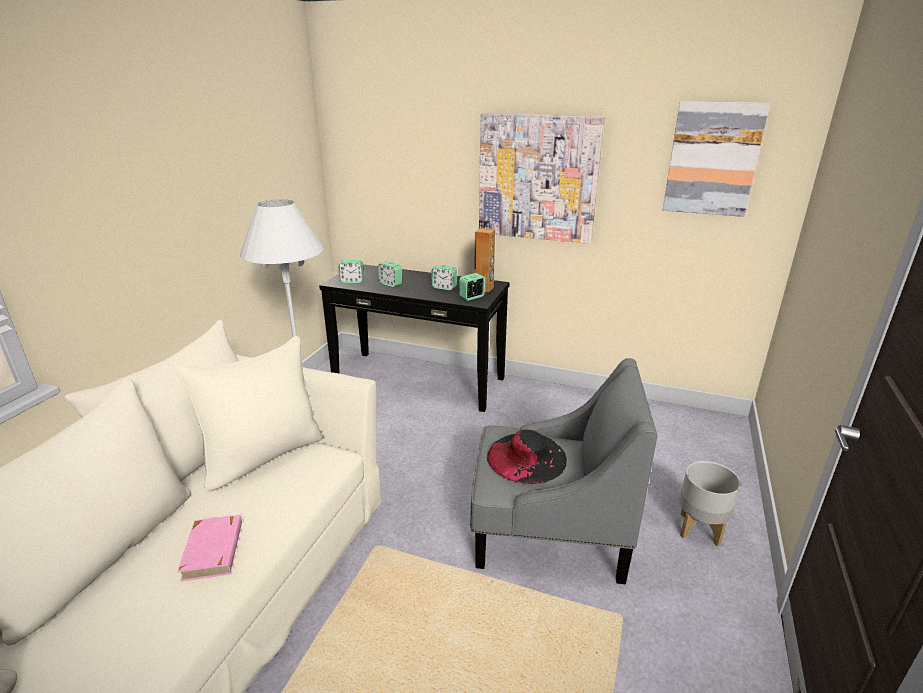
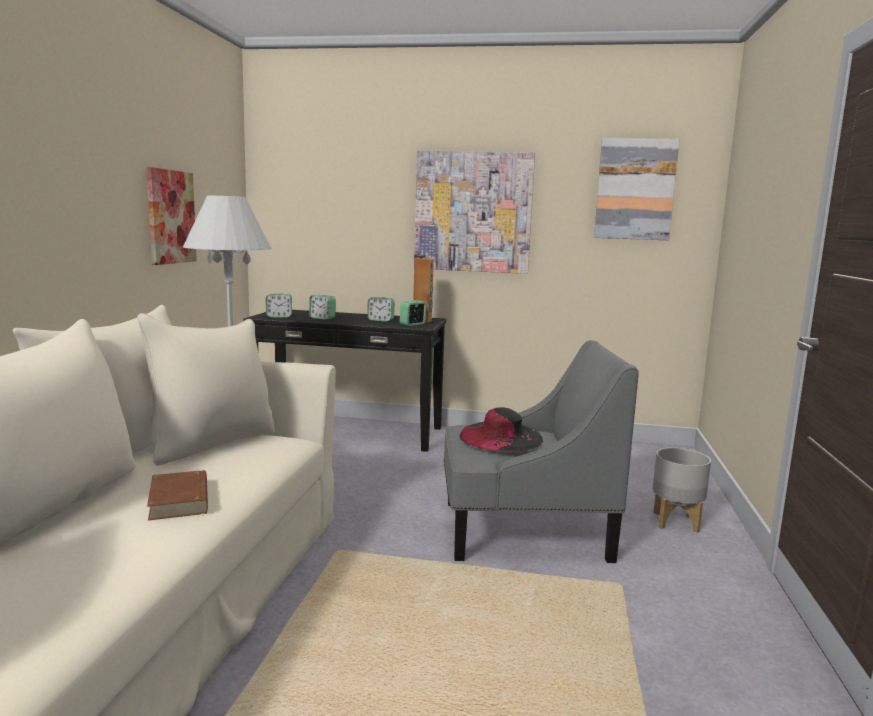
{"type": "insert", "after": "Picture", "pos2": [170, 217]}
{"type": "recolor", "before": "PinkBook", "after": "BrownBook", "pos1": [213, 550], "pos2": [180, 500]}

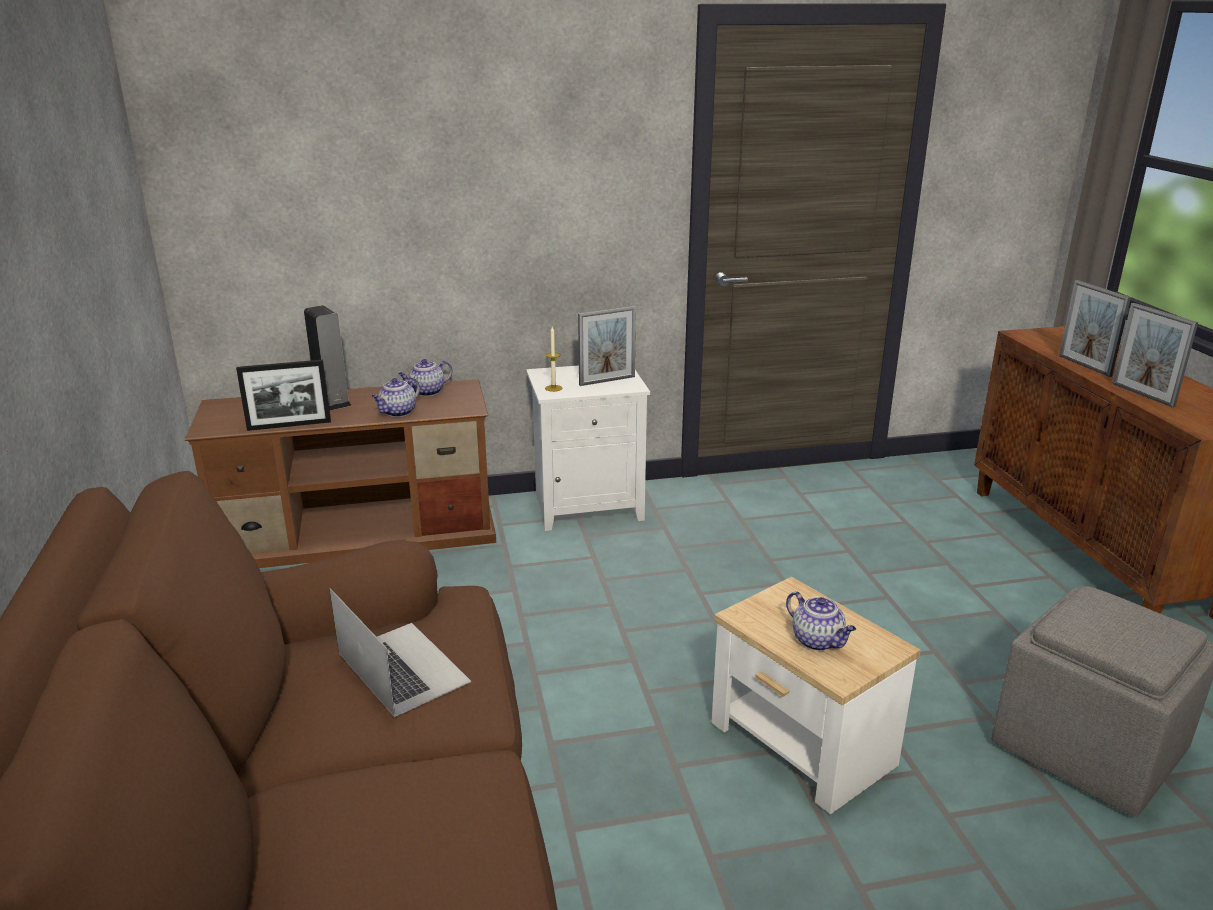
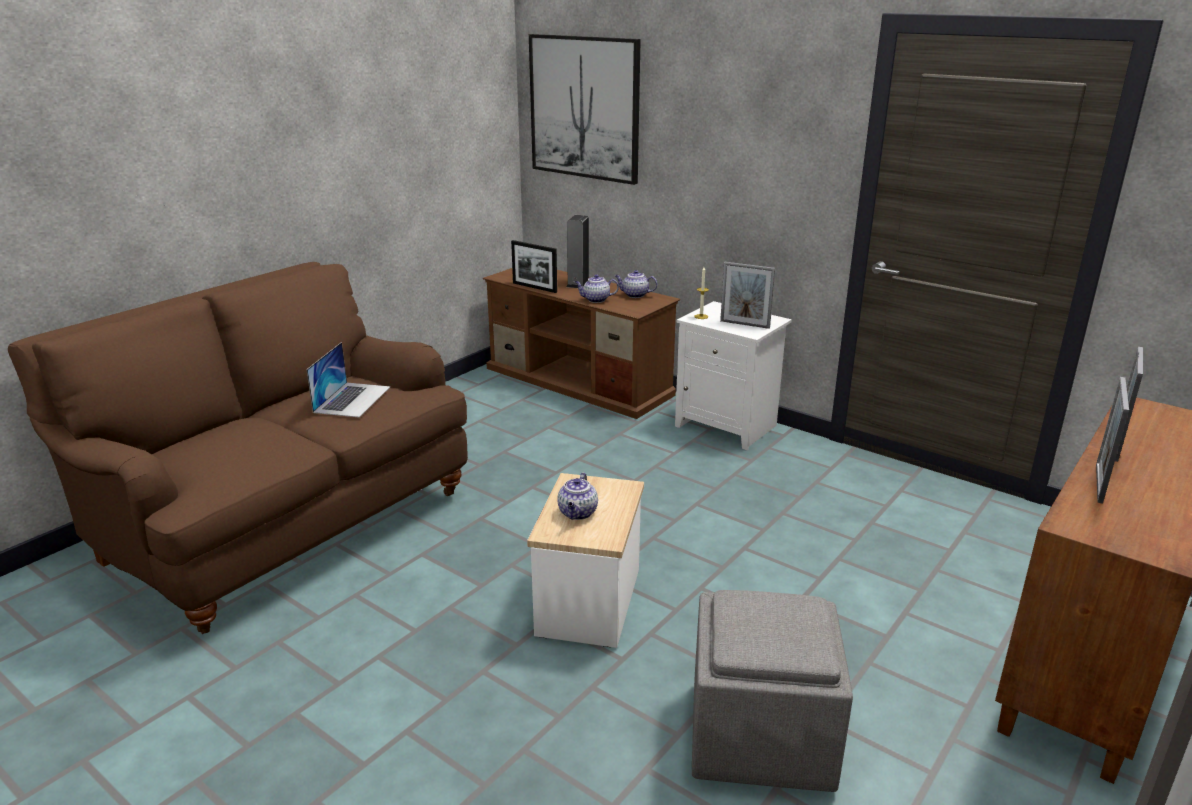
{"type": "insert", "after": "Picture", "pos2": [584, 108]}

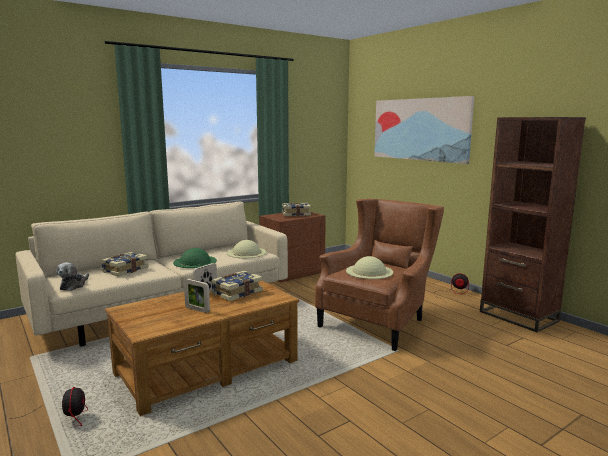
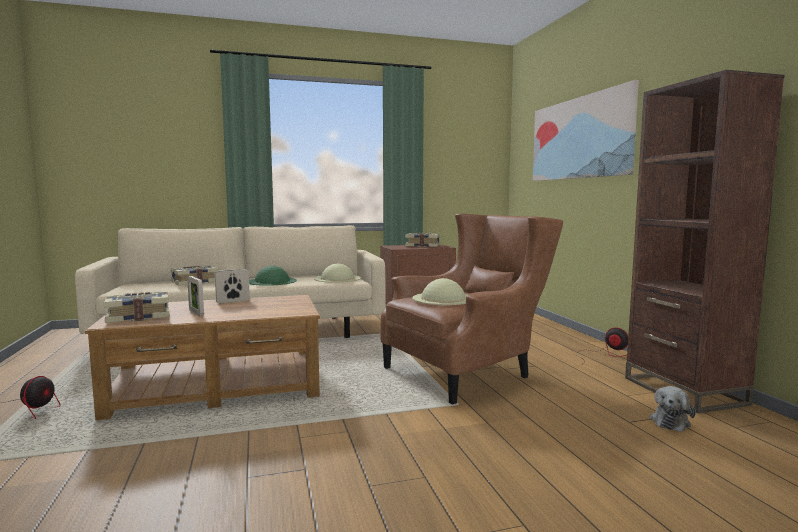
{"type": "move", "before": "Book", "pos1": [236, 292], "pos2": [138, 316]}
{"type": "move", "before": "PlushToy", "pos1": [73, 285], "pos2": [670, 421]}

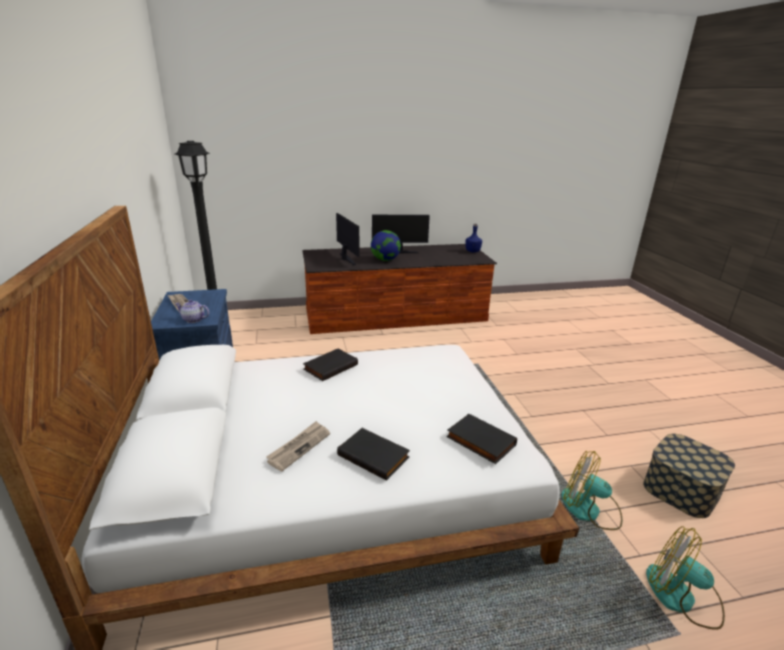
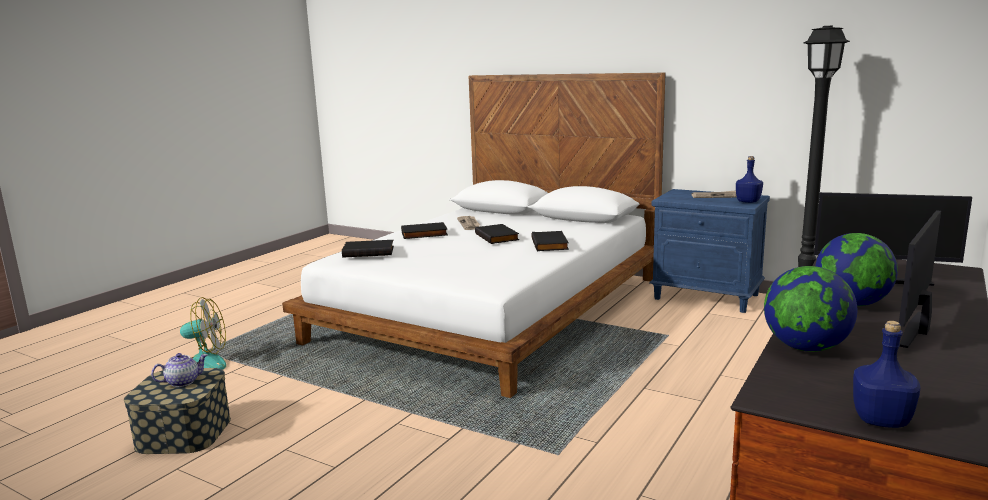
{"type": "move", "before": "Teapot", "pos1": [193, 320], "pos2": [183, 382]}
{"type": "insert", "after": "BlackBook", "pos2": [498, 237]}
{"type": "insert", "after": "BlueBottle", "pos2": [748, 201]}
{"type": "insert", "after": "Globe", "pos2": [805, 348]}
{"type": "delete", "before": "Fan", "pos1": [589, 510]}

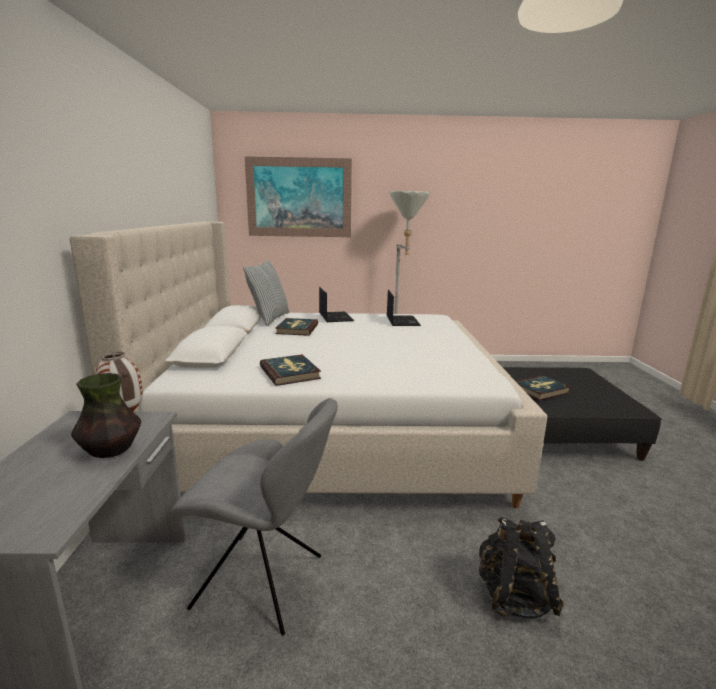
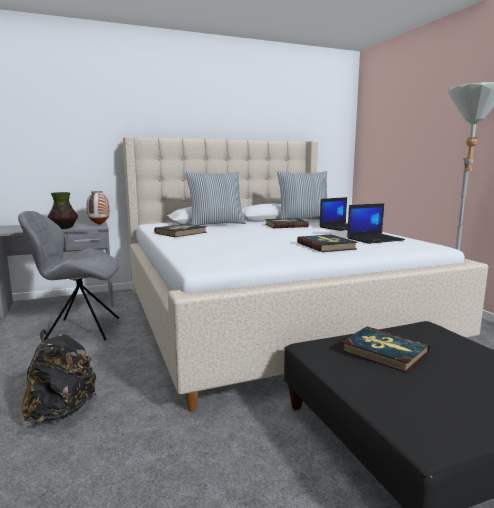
{"type": "rotate", "before": "GreyChair", "pos1": [263, 582], "pos2": [80, 329], "turn": 90}
{"type": "insert", "after": "Pillow", "pos2": [216, 224]}
{"type": "insert", "after": "Book", "pos2": [326, 246]}
{"type": "delete", "before": "Picture", "pos1": [299, 197]}

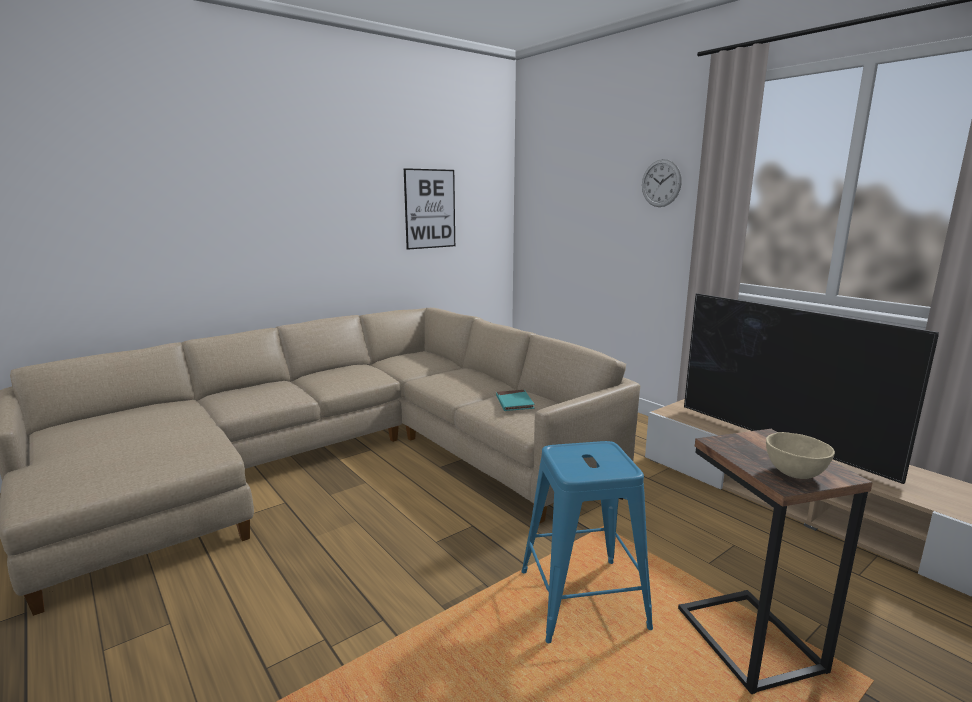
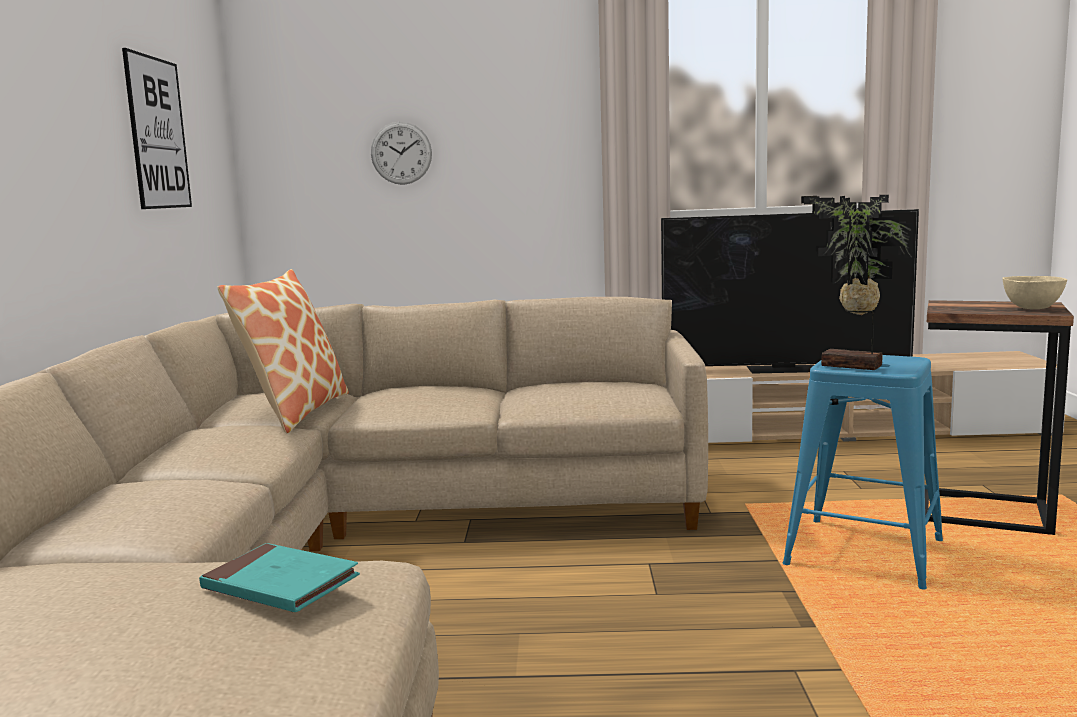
{"type": "move", "before": "TurquoiseBook", "pos1": [514, 403], "pos2": [280, 584]}
{"type": "insert", "after": "Pillow", "pos2": [295, 412]}
{"type": "move", "before": "WallClock", "pos1": [661, 183], "pos2": [401, 153]}
{"type": "insert", "after": "PottedPlant", "pos2": [851, 366]}

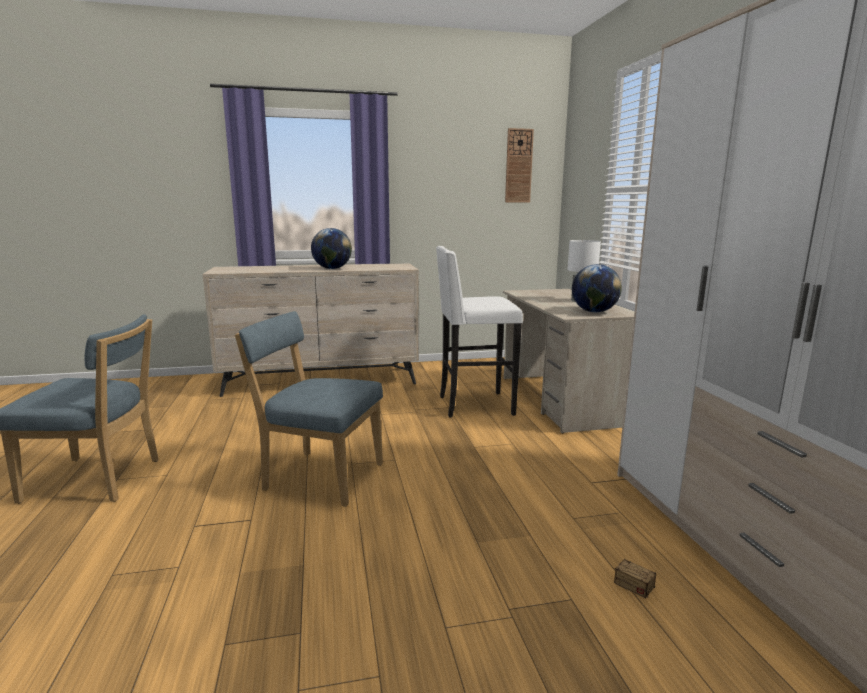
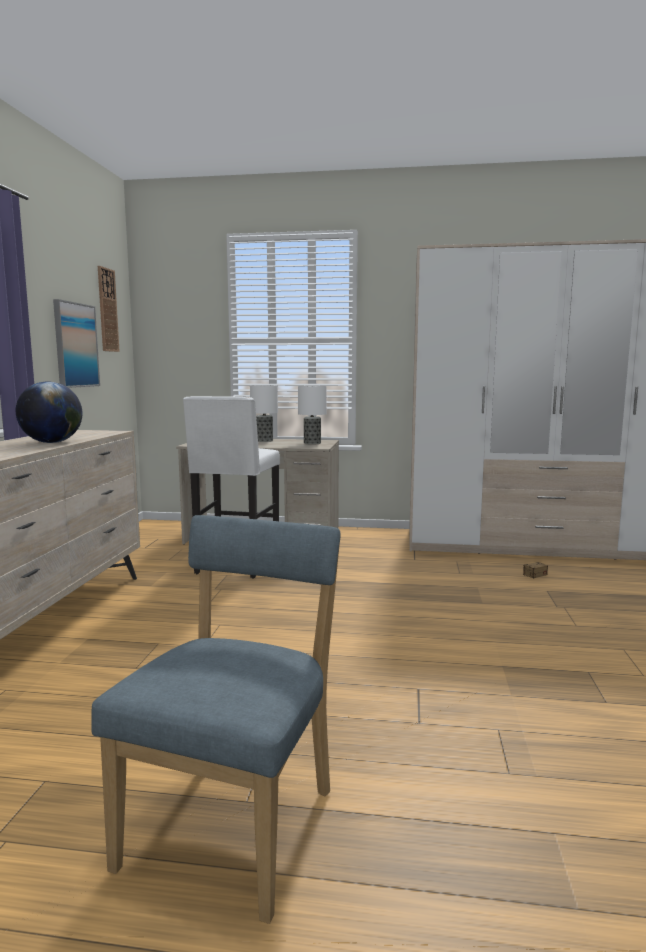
{"type": "insert", "after": "Picture", "pos2": [75, 345]}
{"type": "replace", "before": "Globe", "after": "TableLamp", "pos1": [594, 312], "pos2": [311, 443]}
{"type": "delete", "before": "BlueChair", "pos1": [319, 476]}

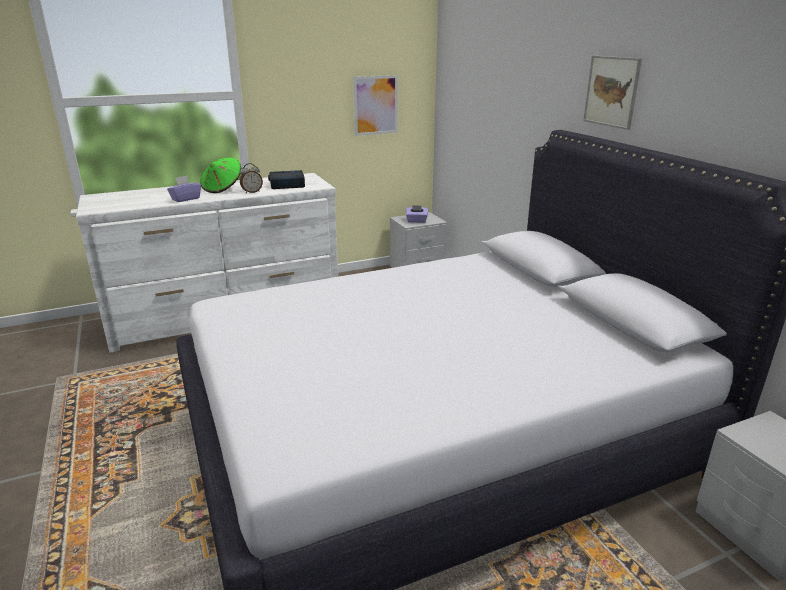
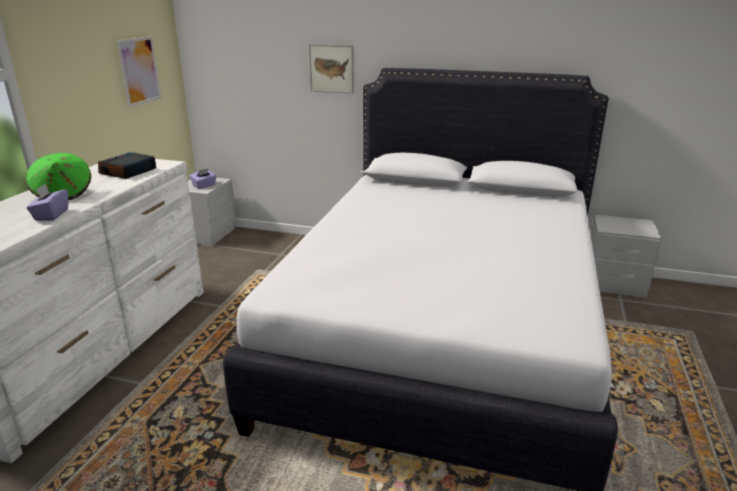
{"type": "move", "before": "Picture", "pos1": [611, 91], "pos2": [331, 68]}
{"type": "delete", "before": "AlarmClock", "pos1": [252, 192]}

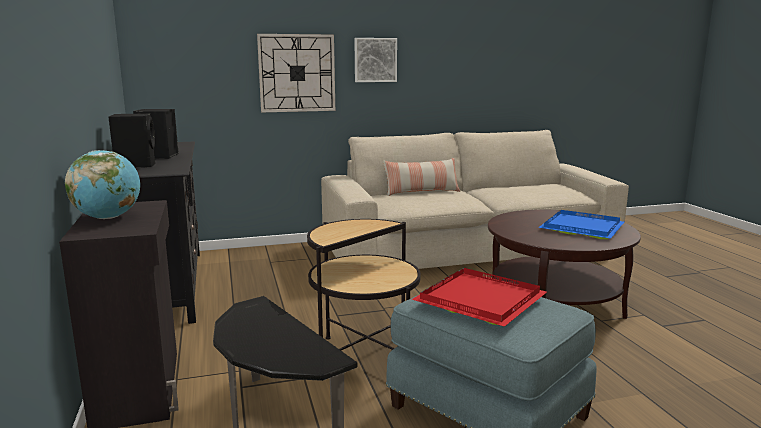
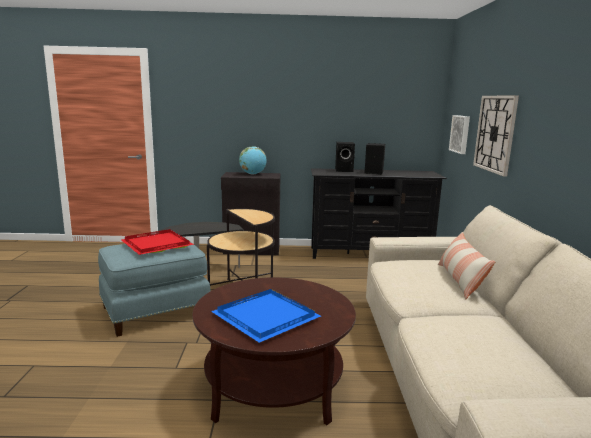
{"type": "move", "before": "Picture", "pos1": [375, 60], "pos2": [460, 134]}

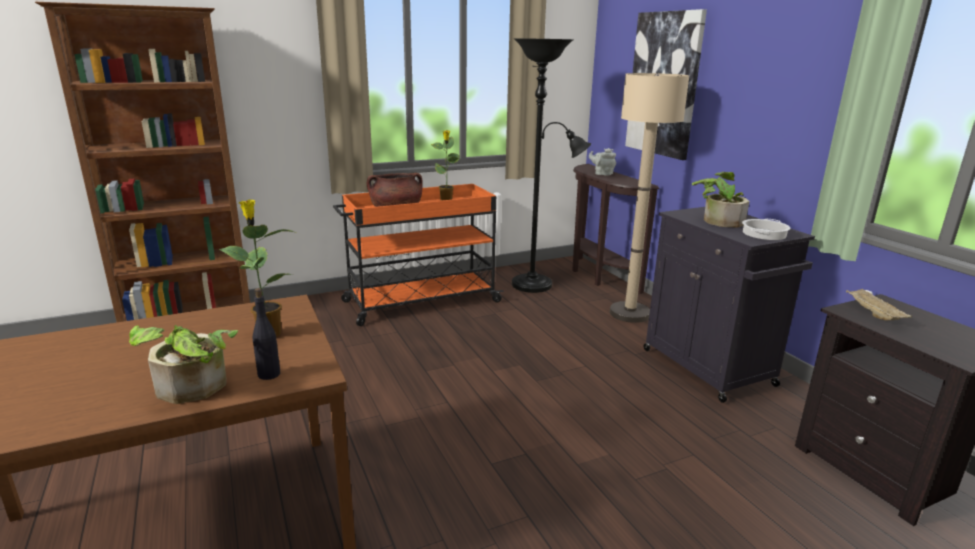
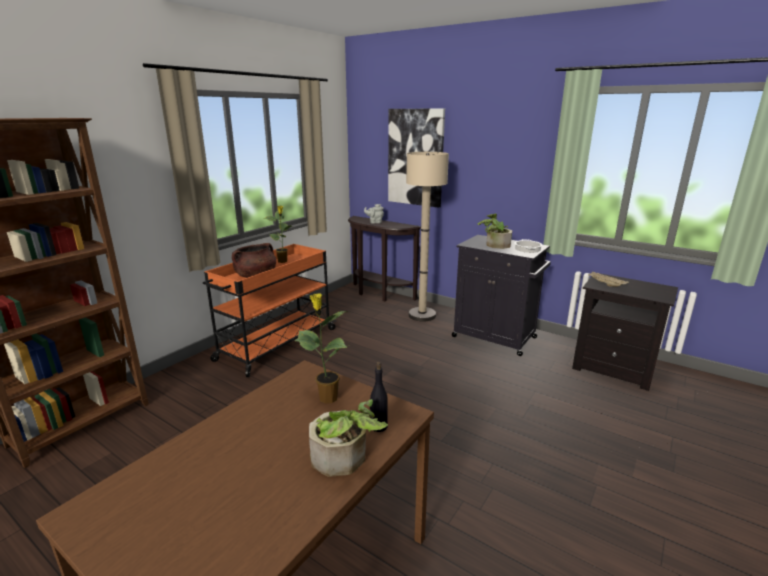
{"type": "delete", "before": "BlackFloorLamp", "pos1": [537, 285]}

